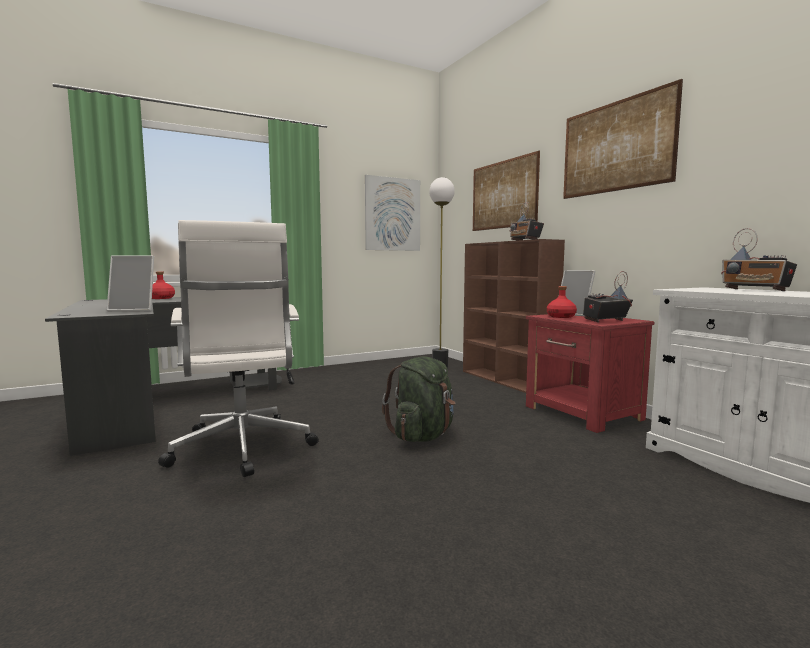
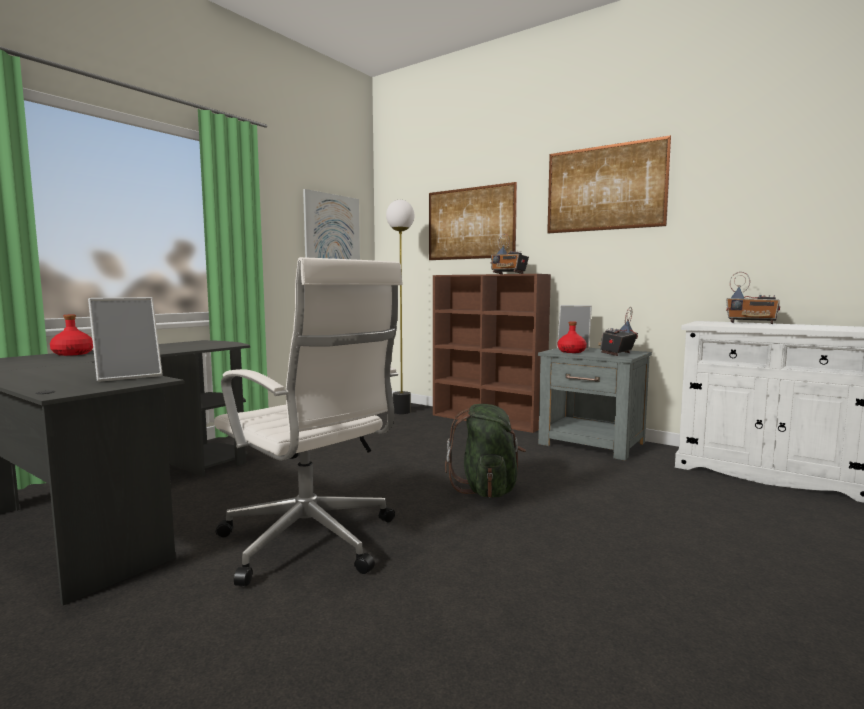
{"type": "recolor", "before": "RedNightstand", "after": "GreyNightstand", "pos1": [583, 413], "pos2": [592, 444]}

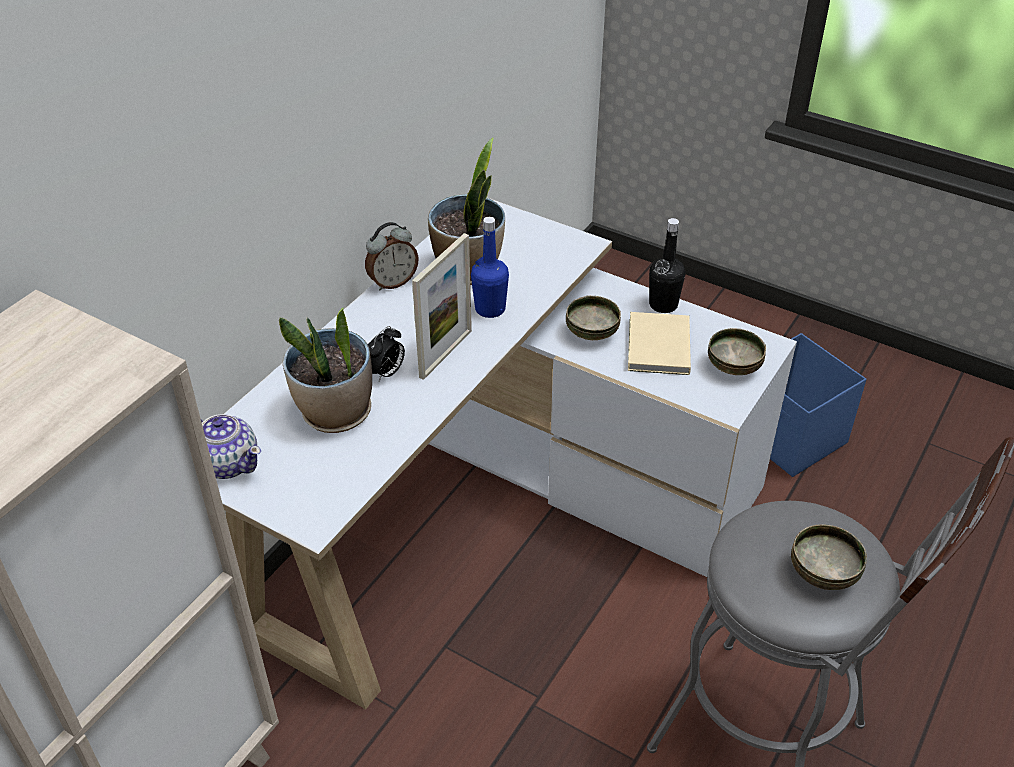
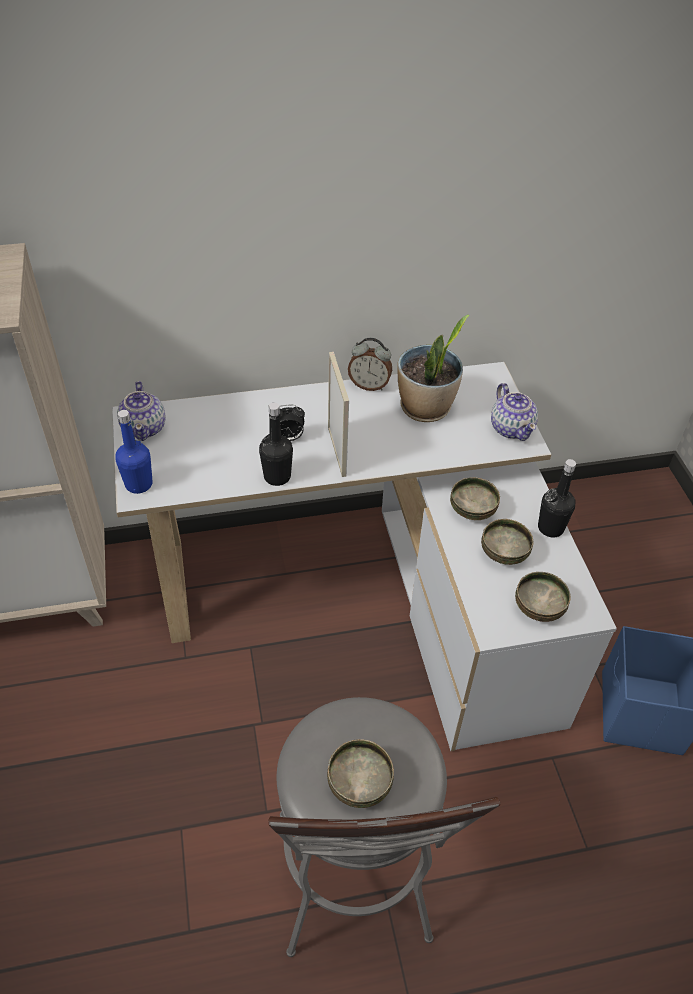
{"type": "move", "before": "BlueBottle", "pos1": [490, 309], "pos2": [139, 484]}
{"type": "insert", "after": "BlackBottle", "pos2": [277, 476]}
{"type": "rotate", "before": "PictureFrame", "pos1": [446, 353], "pos2": [337, 451], "turn": -90}
{"type": "replace", "before": "BeigeBook", "after": "Bowl", "pos1": [657, 348], "pos2": [503, 553]}
{"type": "insert", "after": "Teapot", "pos2": [511, 428]}
{"type": "delete", "before": "PottedPlant", "pos1": [335, 413]}

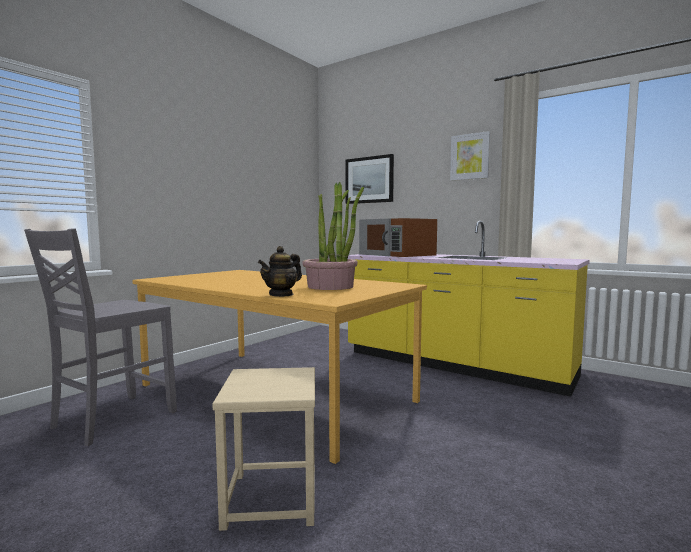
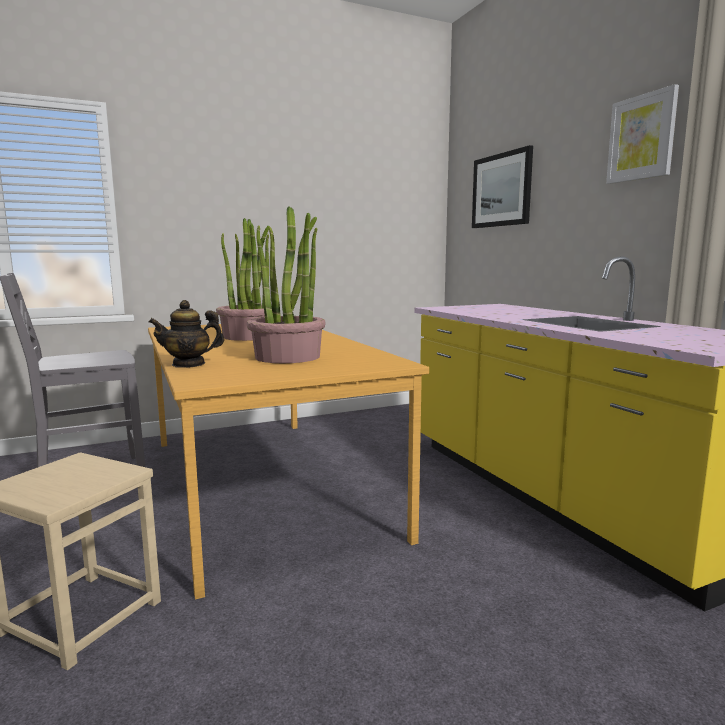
{"type": "insert", "after": "PottedPlant", "pos2": [249, 336]}
{"type": "delete", "before": "BrownMicrowave", "pos1": [397, 254]}

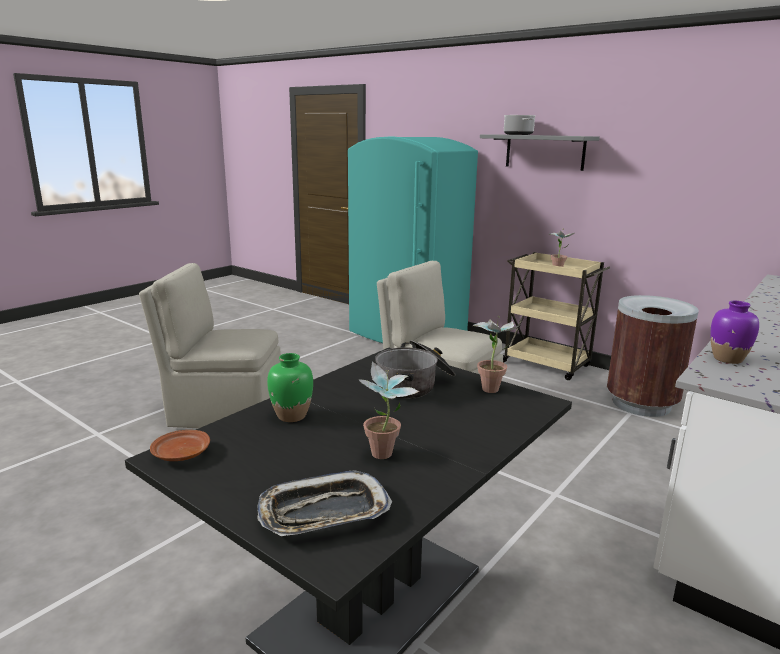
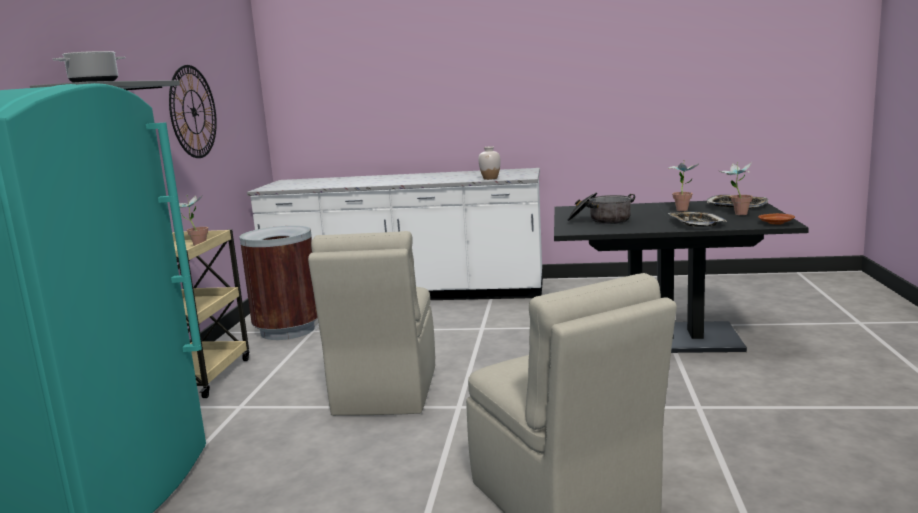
{"type": "insert", "after": "WallClock", "pos2": [193, 112]}
{"type": "recolor", "before": "PurpleVase", "after": "WhiteVase", "pos1": [727, 359], "pos2": [490, 178]}
{"type": "replace", "before": "GreenVase", "after": "Tray", "pos1": [292, 416], "pos2": [695, 223]}
{"type": "move", "before": "PottedPlant", "pos1": [492, 387], "pos2": [736, 214]}

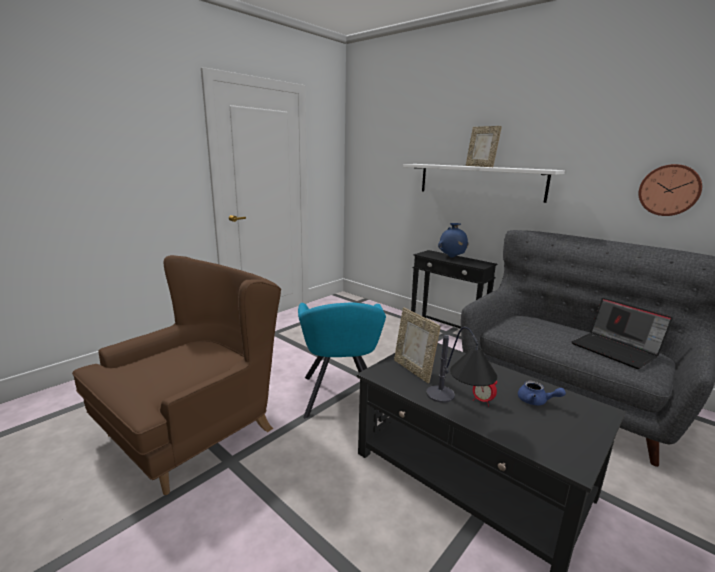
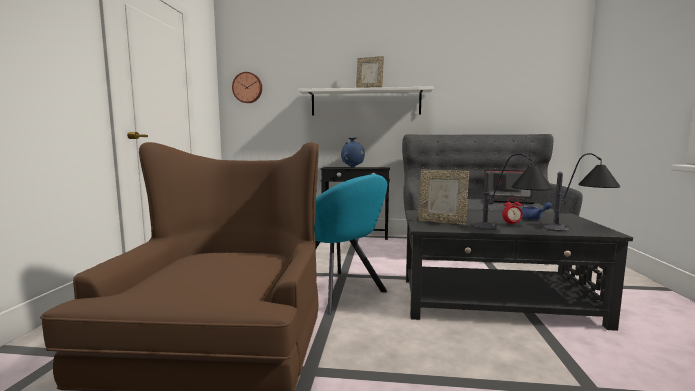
{"type": "move", "before": "WallClock", "pos1": [669, 190], "pos2": [247, 88]}
{"type": "insert", "after": "TableLamp", "pos2": [579, 228]}

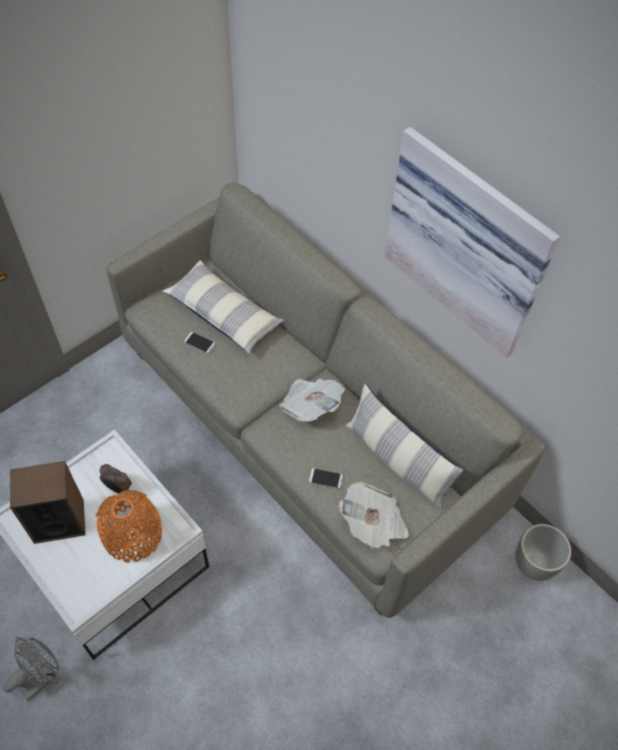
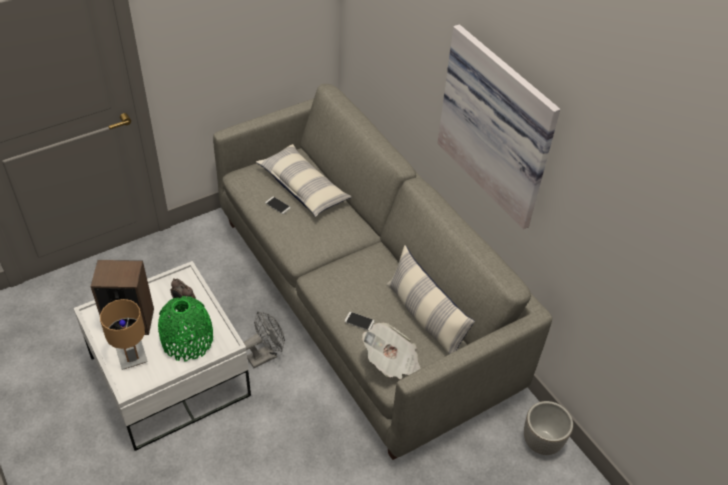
{"type": "insert", "after": "BrownTableLamp", "pos2": [131, 356]}
{"type": "recolor", "before": "OrangeVase", "after": "GreenVase", "pos1": [132, 535], "pos2": [187, 341]}
{"type": "move", "before": "GreyFan", "pos1": [41, 676], "pos2": [265, 355]}
{"type": "delete", "before": "Newspaper", "pos1": [310, 406]}

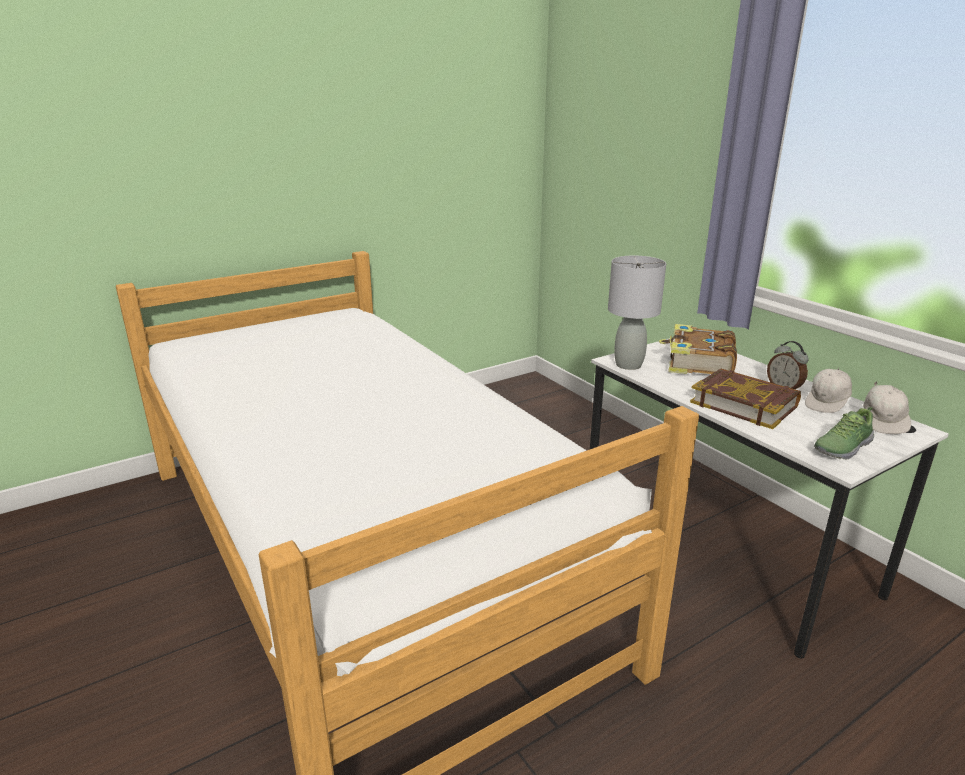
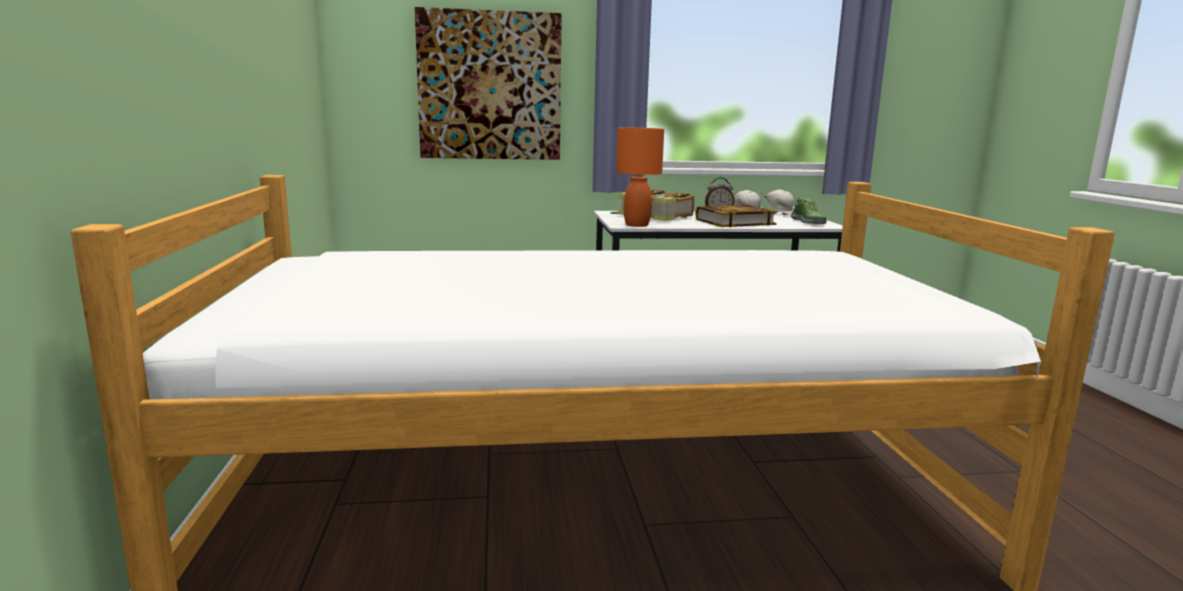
{"type": "insert", "after": "Picture", "pos2": [490, 86]}
{"type": "recolor", "before": "GreyTableLamp", "after": "OrangeTableLamp", "pos1": [629, 365], "pos2": [637, 225]}

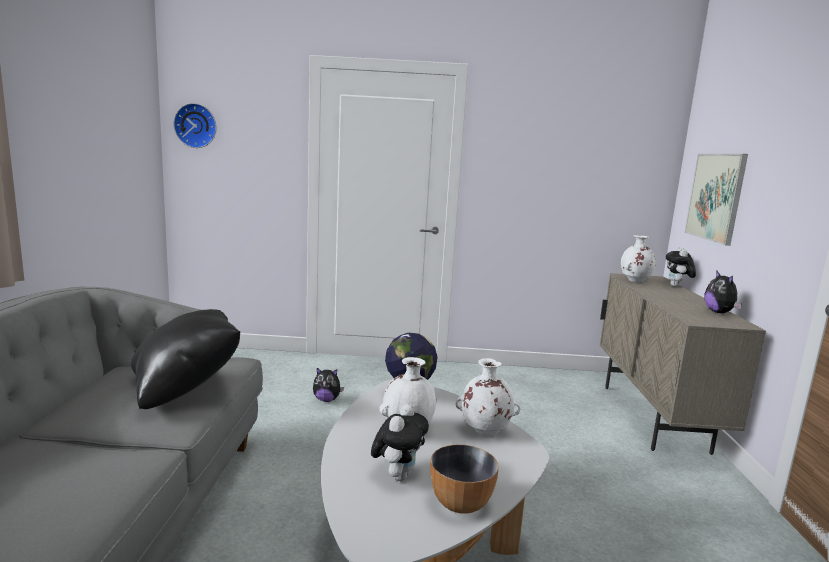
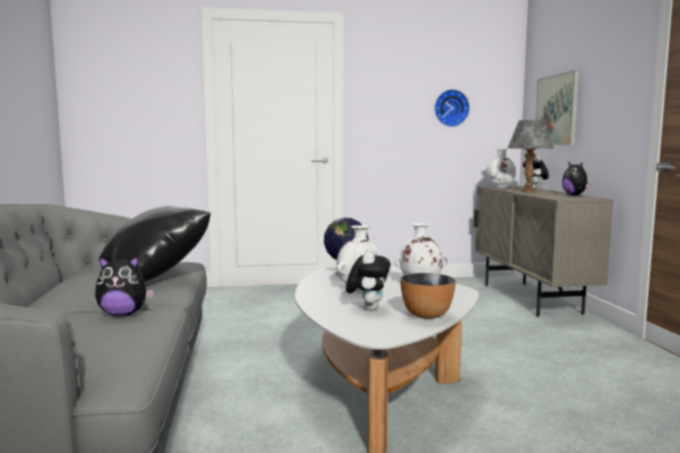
{"type": "move", "before": "PlushToy", "pos1": [326, 400], "pos2": [123, 314]}
{"type": "move", "before": "WallClock", "pos1": [196, 126], "pos2": [451, 108]}
{"type": "insert", "after": "GreyTableLamp", "pos2": [528, 191]}

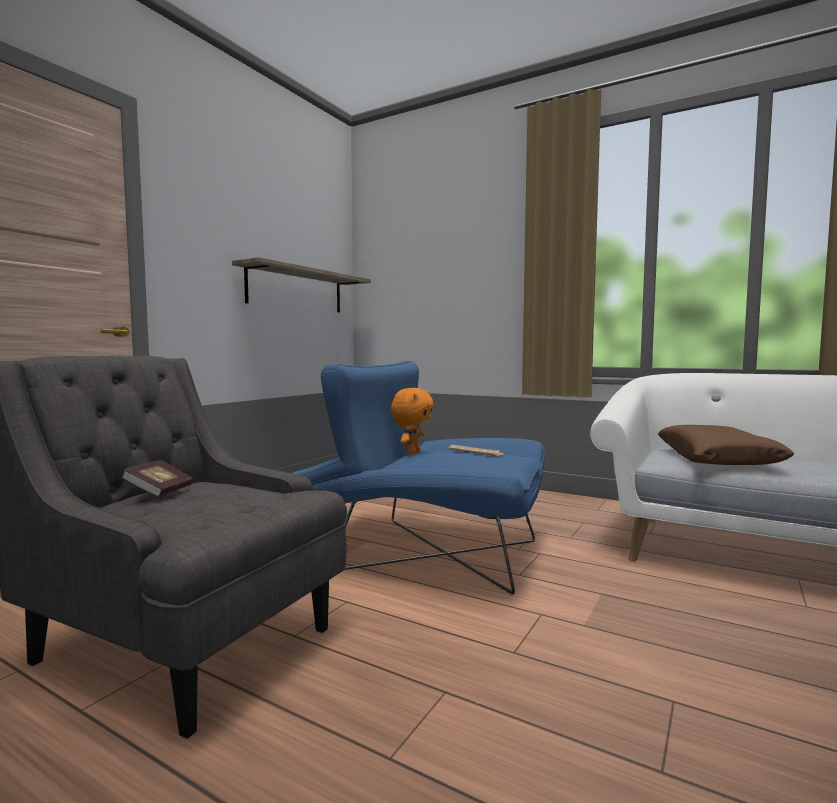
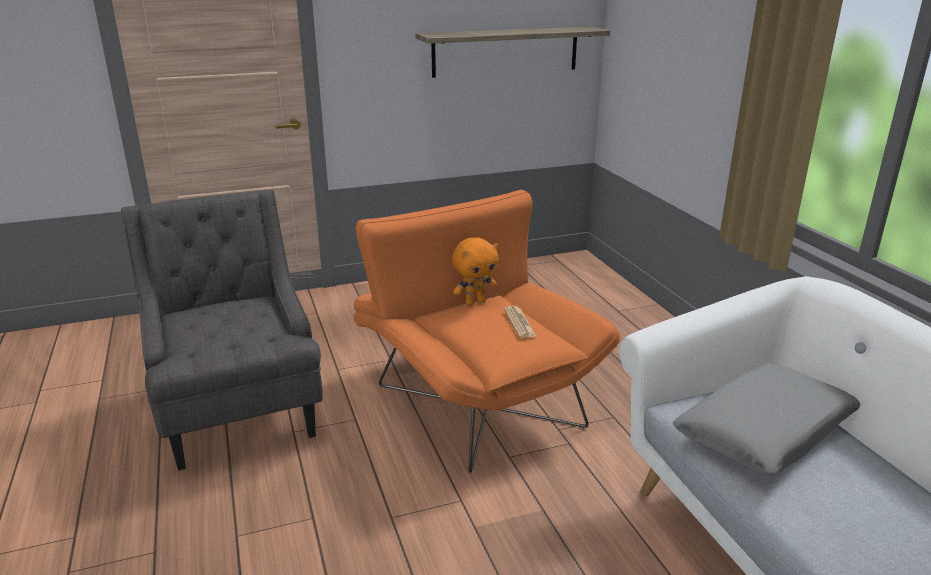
{"type": "recolor", "before": "BlueArmchair", "after": "OrangeArmchair", "pos1": [423, 551], "pos2": [473, 395]}
{"type": "recolor", "before": "BrownPillow", "after": "GreyPillow", "pos1": [716, 459], "pos2": [765, 432]}
{"type": "delete", "before": "Book", "pos1": [160, 492]}

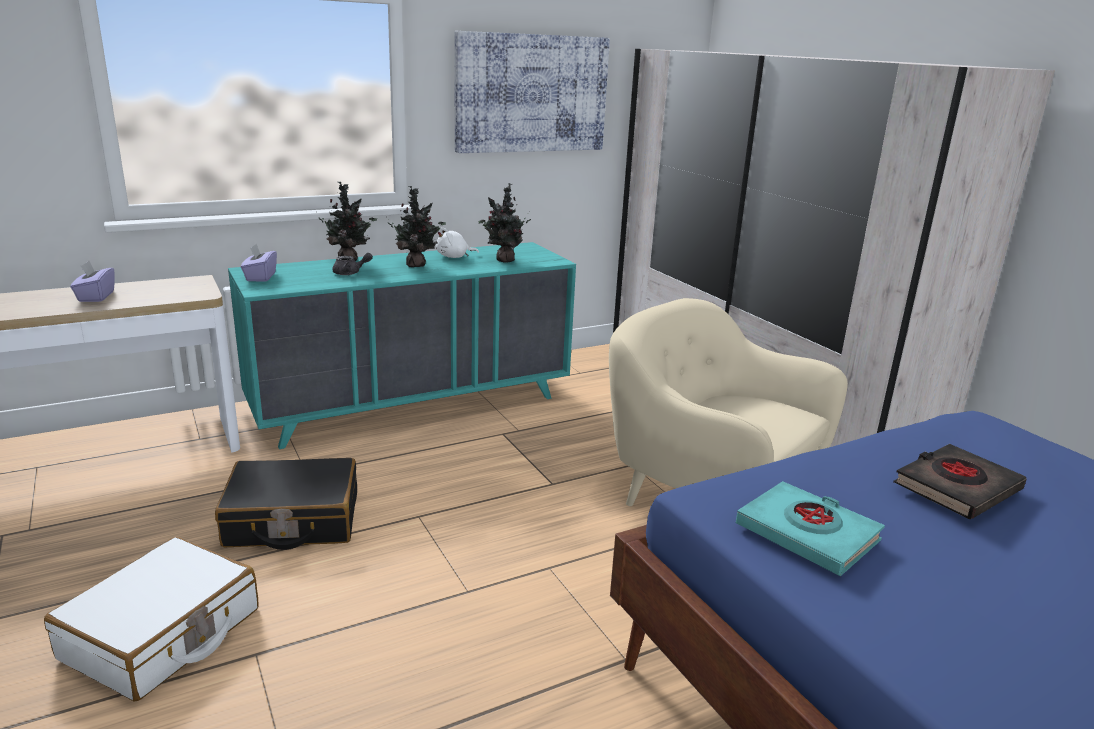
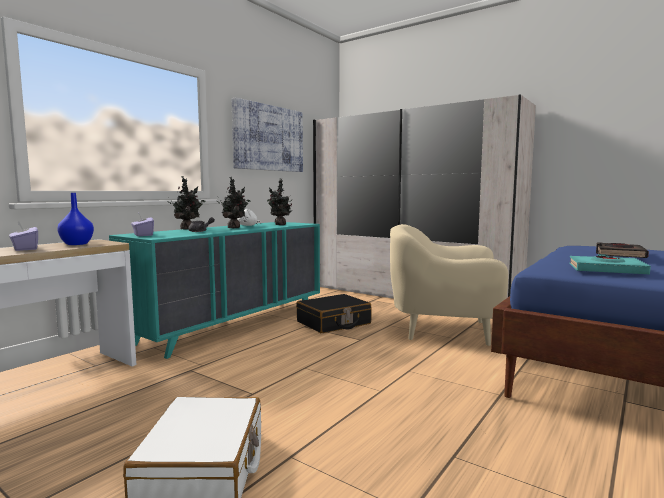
{"type": "insert", "after": "BlueVase", "pos2": [77, 244]}
{"type": "move", "before": "BlackSuitcase", "pos1": [292, 520], "pos2": [334, 323]}

